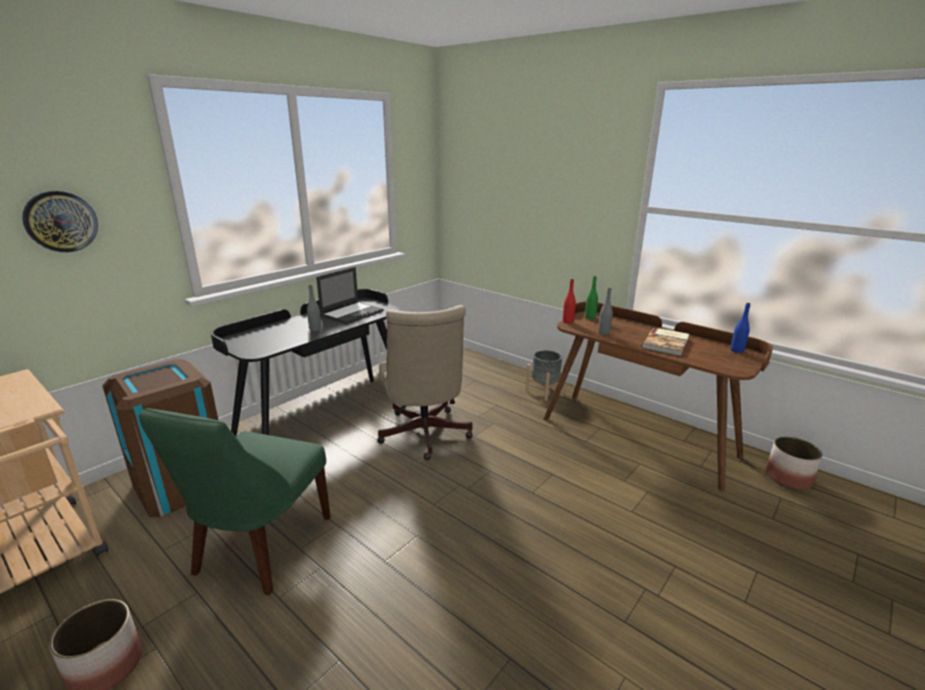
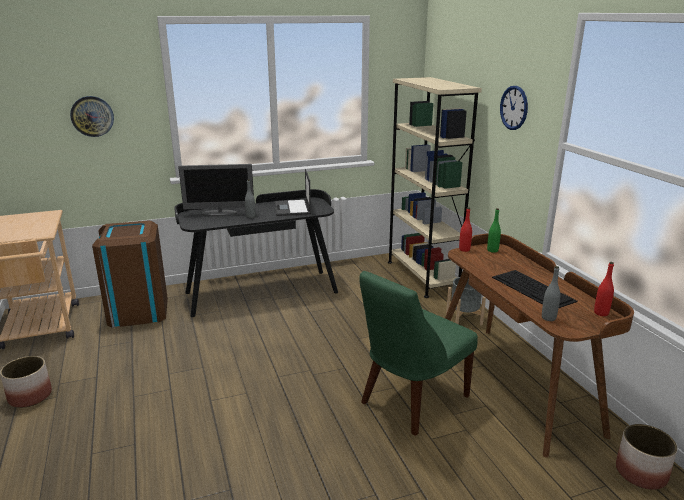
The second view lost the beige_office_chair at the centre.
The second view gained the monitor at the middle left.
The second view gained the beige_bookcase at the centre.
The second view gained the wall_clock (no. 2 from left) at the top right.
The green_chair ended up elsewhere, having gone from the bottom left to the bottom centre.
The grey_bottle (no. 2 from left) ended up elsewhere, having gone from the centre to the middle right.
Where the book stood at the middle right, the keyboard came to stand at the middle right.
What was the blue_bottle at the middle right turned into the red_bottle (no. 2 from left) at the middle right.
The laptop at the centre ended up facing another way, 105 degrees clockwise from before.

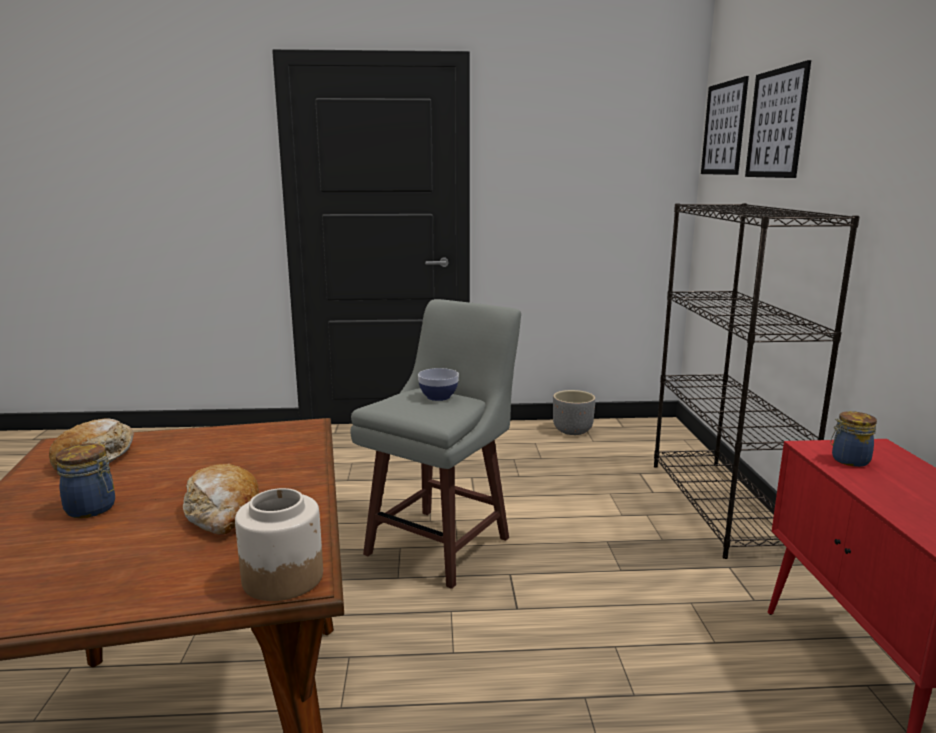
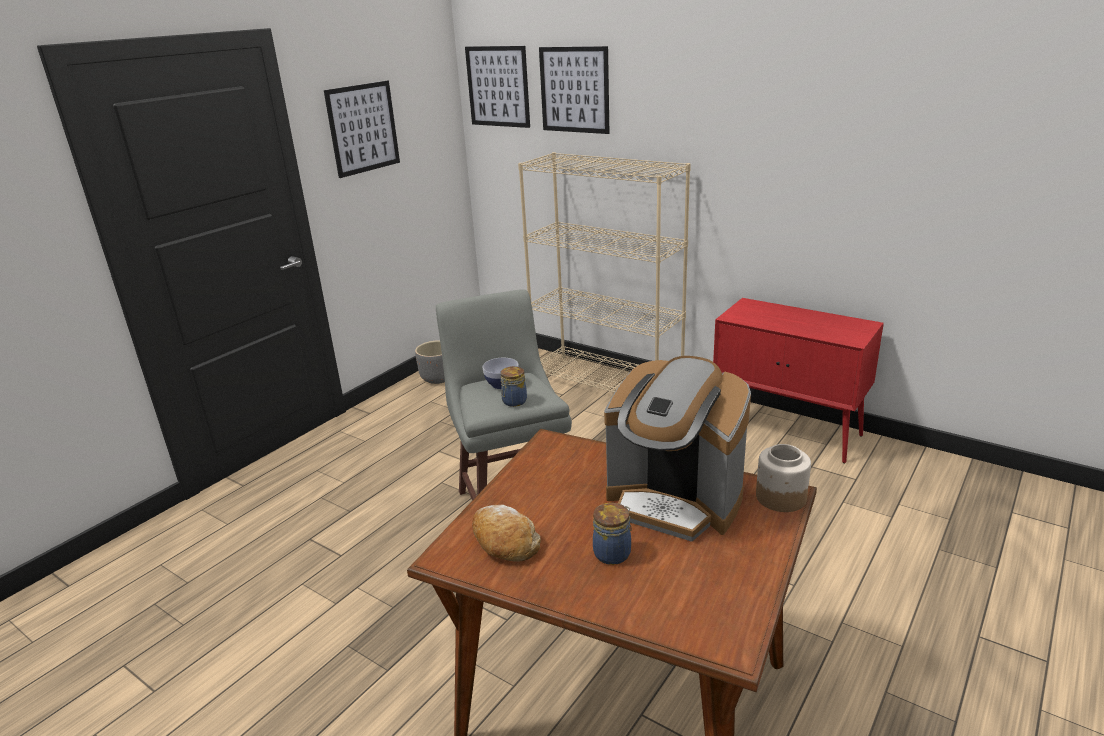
The second view gained the picture (no. 1 from left) at the top left.
The jar (no. 3 from left in the first image) ended up elsewhere, having gone from the middle right to the centre.
Where the bread (no. 2 from left) stood at the bottom left, the coffee_machine came to stand at the centre.
What was the black_bookcase at the middle right turned into the beige_bookcase at the centre.

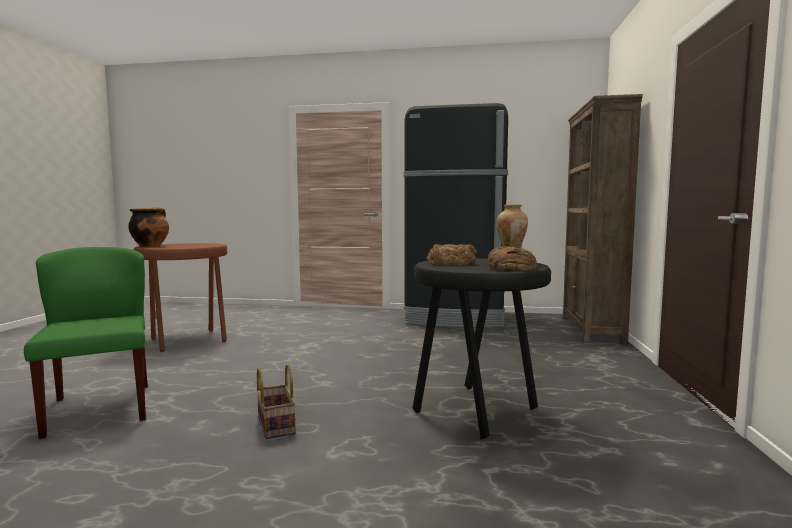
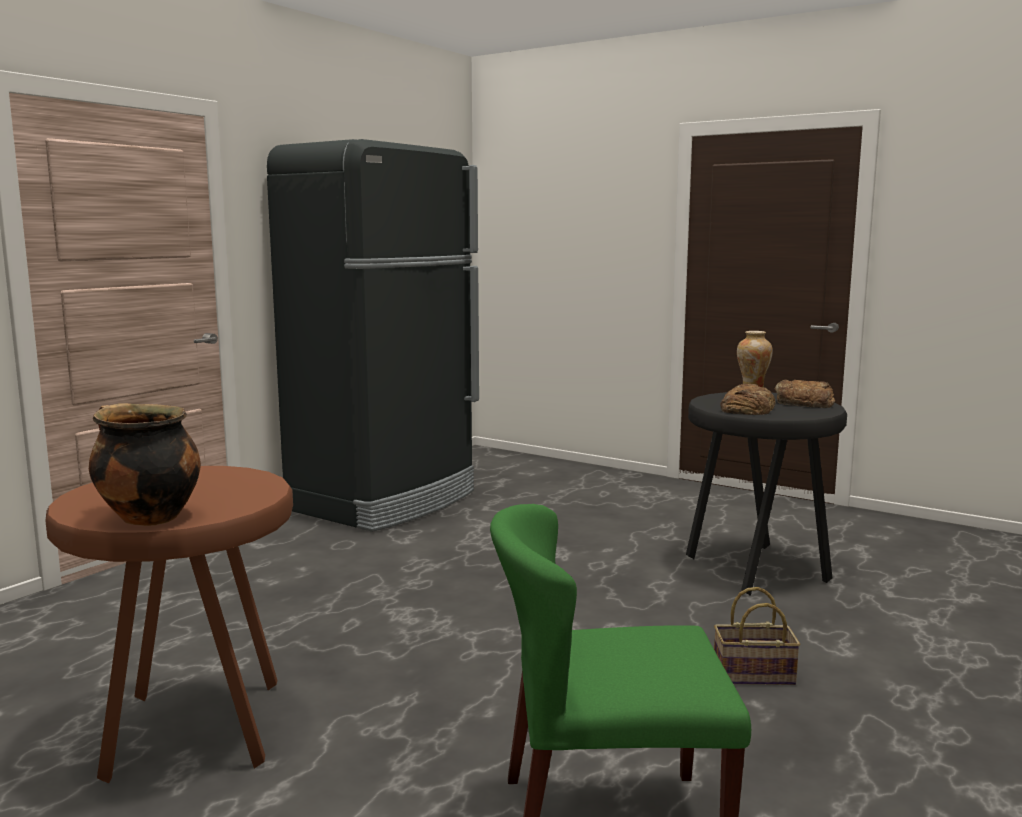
The second view lost the brown_bookcase at the middle right.

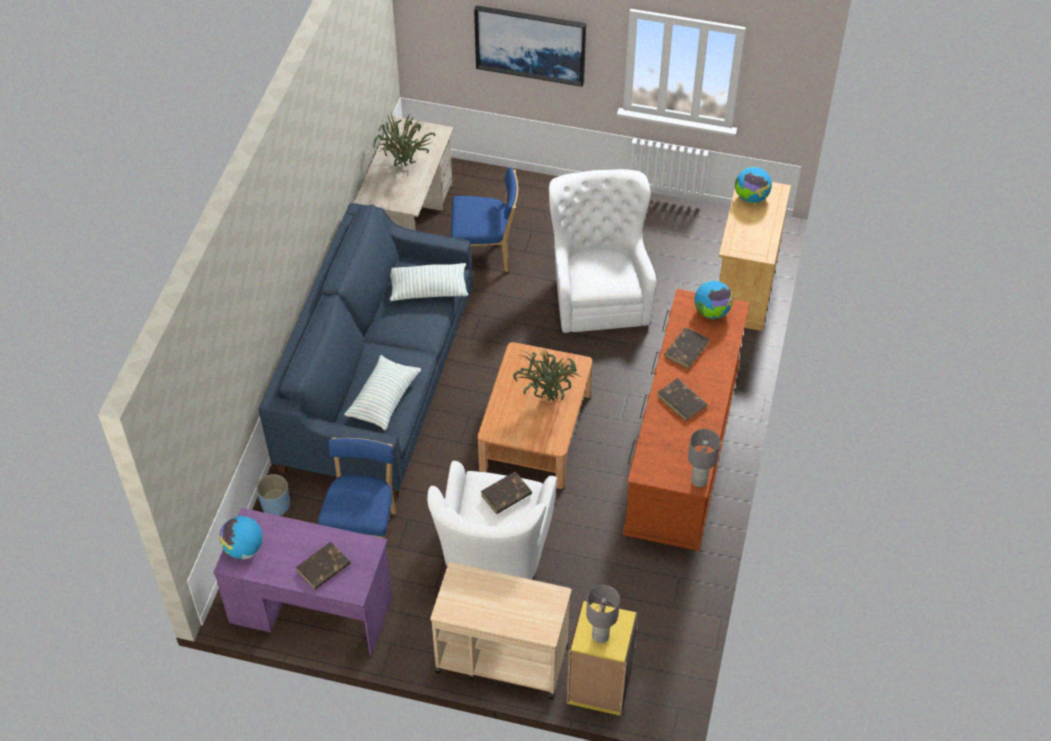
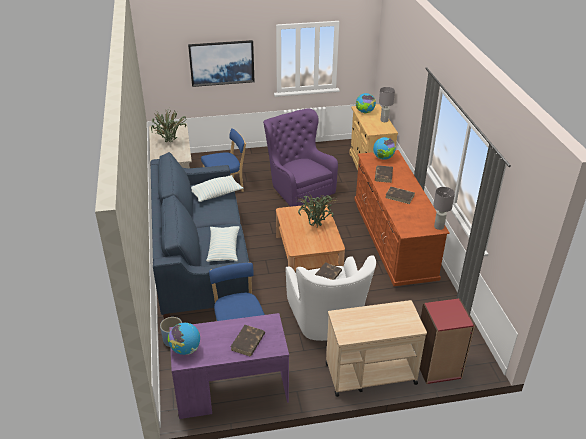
The grey_table_lamp (no. 1 from left) ended up elsewhere, having gone from the bottom centre to the top centre.
What was the white_armchair (no. 2 from left) at the centre turned into the purple_armchair at the centre.
What was the yellow_bookcase at the bottom centre turned into the red_bookcase at the bottom right.

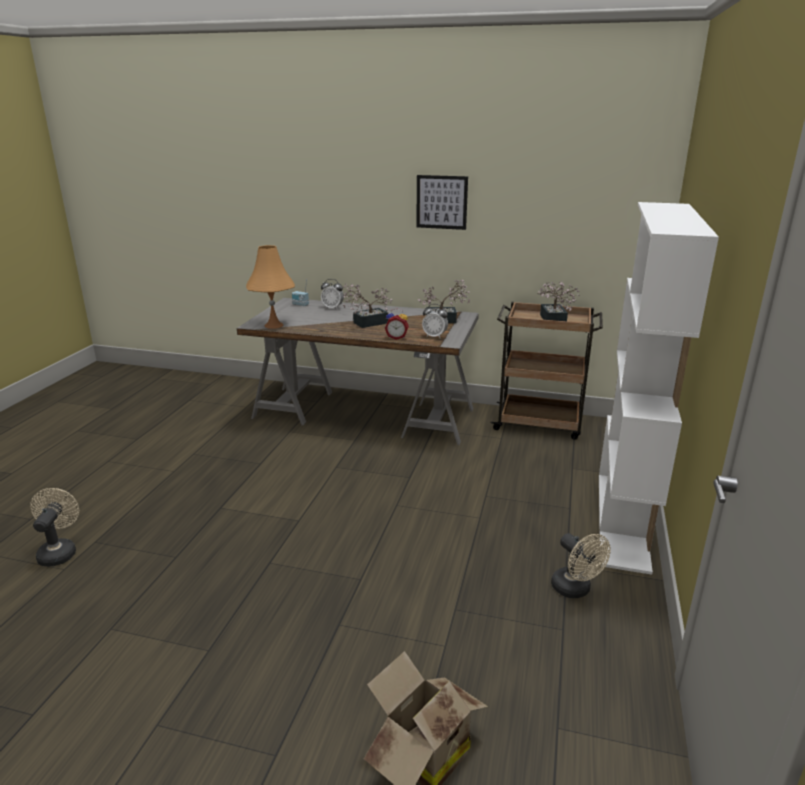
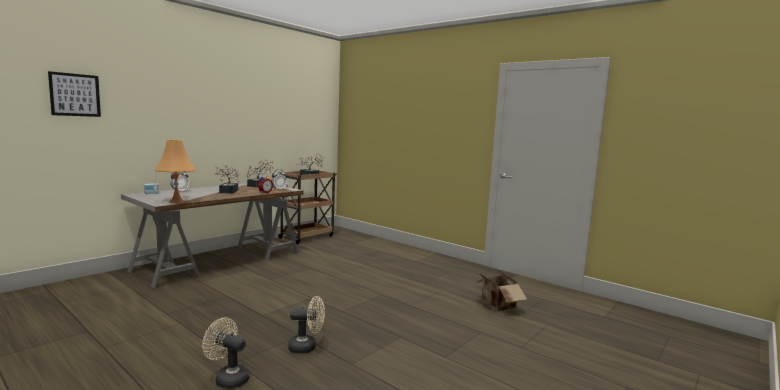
The second view lost the white_bookcase at the middle right.
The picture ended up elsewhere, having gone from the top centre to the top left.
The beige_fan (no. 2 from left) ended up elsewhere, having gone from the bottom right to the bottom centre.

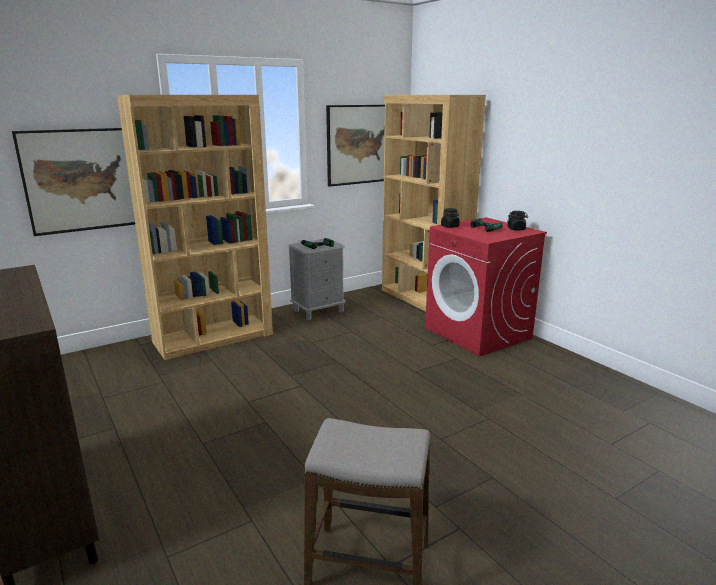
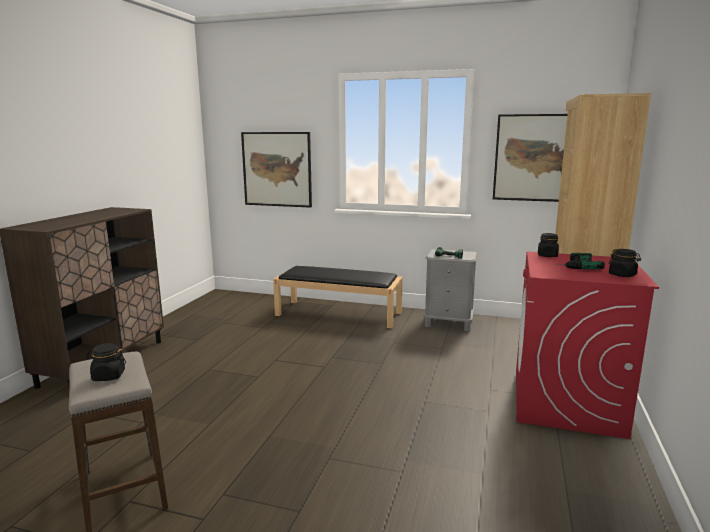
The second view gained the black_jar (no. 1 from left) at the bottom left.
Where the brown_bookcase (no. 1 from left) stood at the middle left, the black_bench came to stand at the centre.

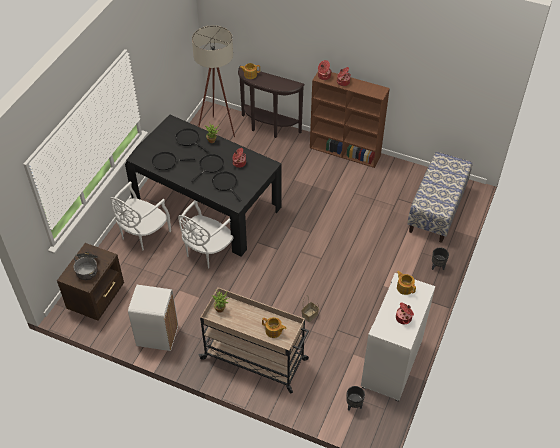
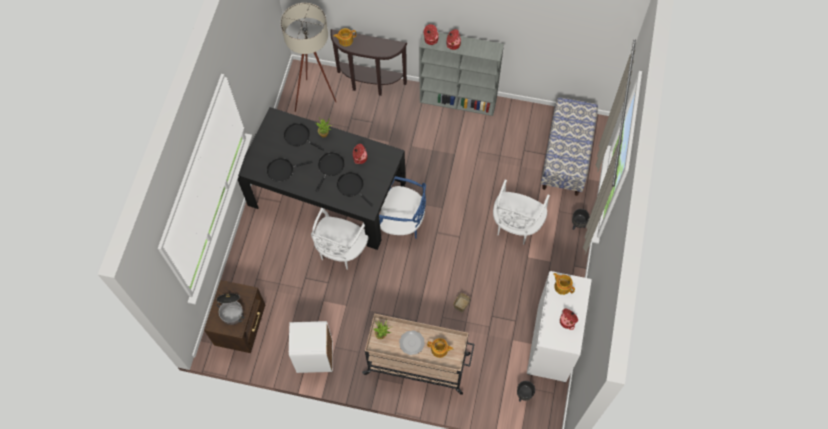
The second view gained the blue_chair at the centre.
The second view gained the plate at the bottom centre.
The white_chair (no. 1 from left in the first image) ended up elsewhere, having gone from the middle left to the centre.
What was the brown_bookcase at the top centre turned into the grey_bookcase at the top centre.

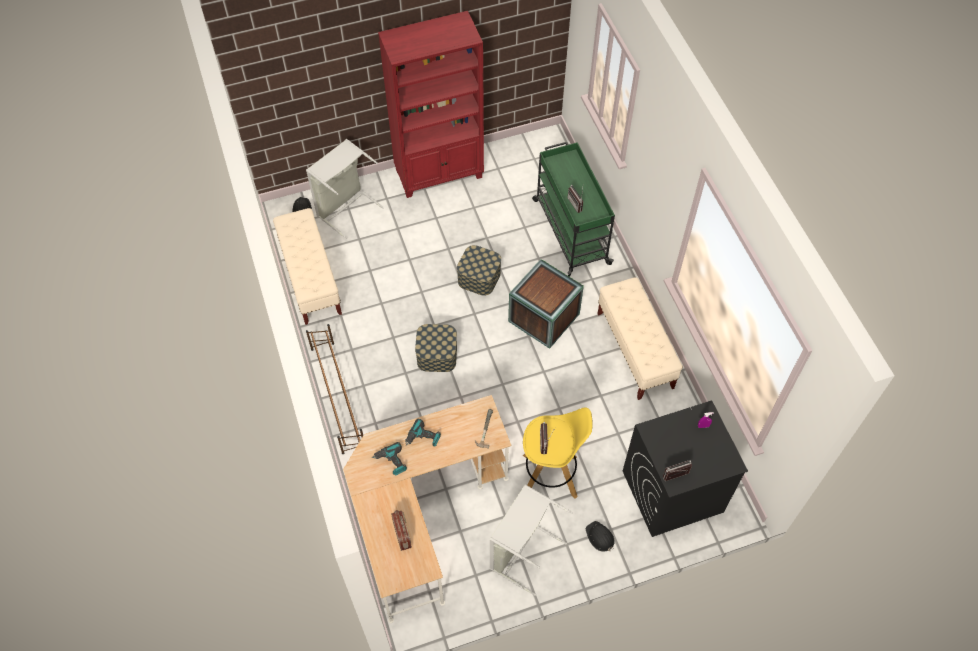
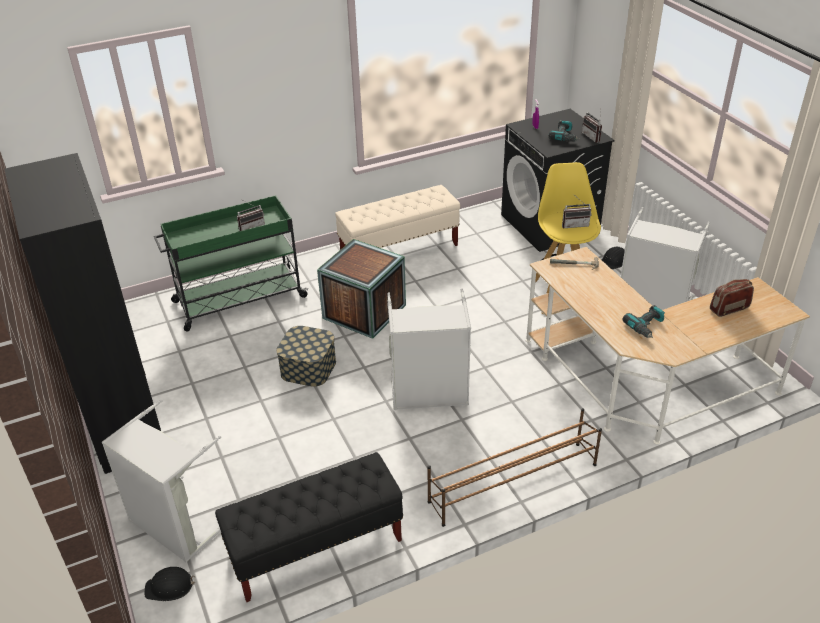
The power_drill (no. 2 from left in the first image) ended up elsewhere, having gone from the centre to the top right.
Where the storage_box (no. 1 from left) stood at the centre, the grey_laundry_basket (no. 2 from left) came to stand at the centre.
What was the beige_bench (no. 1 from left) at the middle left turned into the black_bench at the bottom centre.
What was the red_bookcase at the top centre turned into the black_bookcase at the middle left.

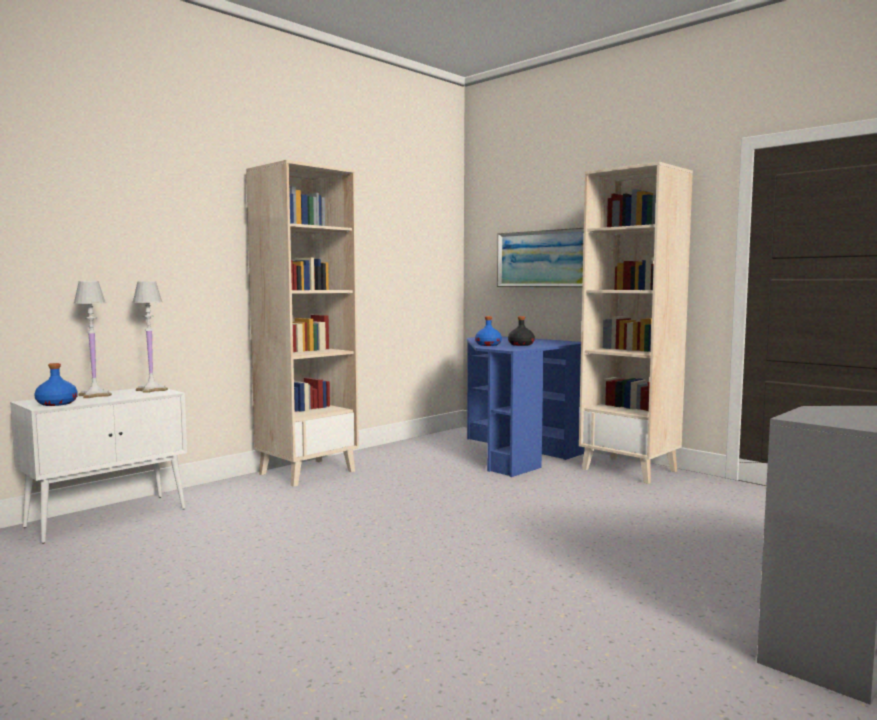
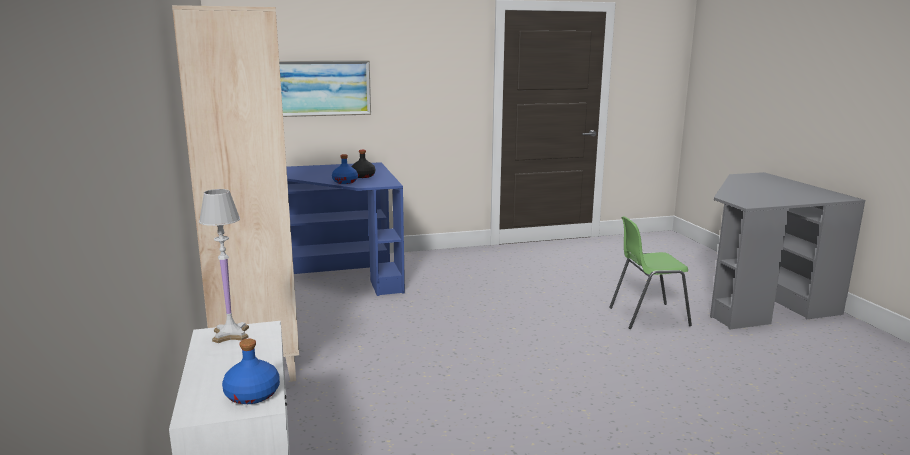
The second view lost the white_table_lamp (no. 1 from left) at the middle left.
The second view lost the beige_bookcase (no. 2 from left) at the middle right.
The second view gained the green_chair at the middle right.

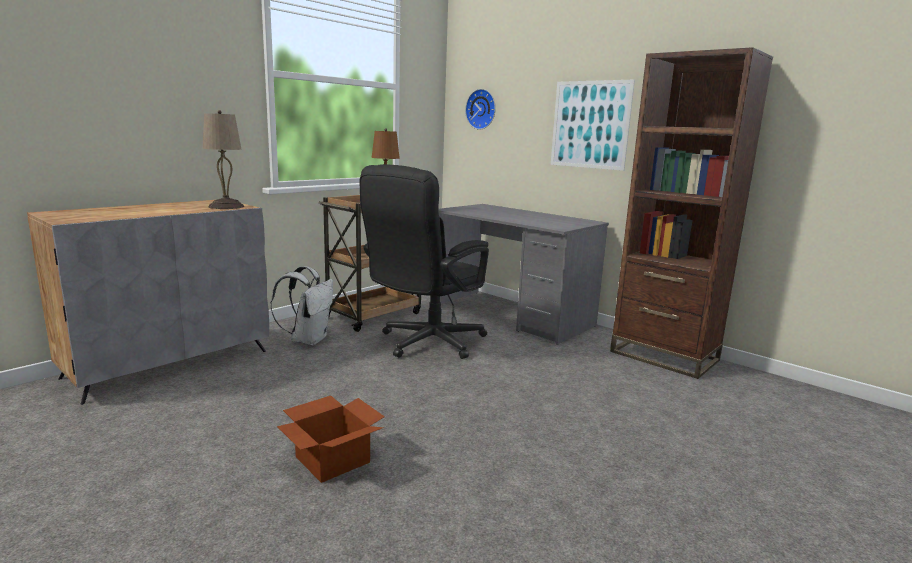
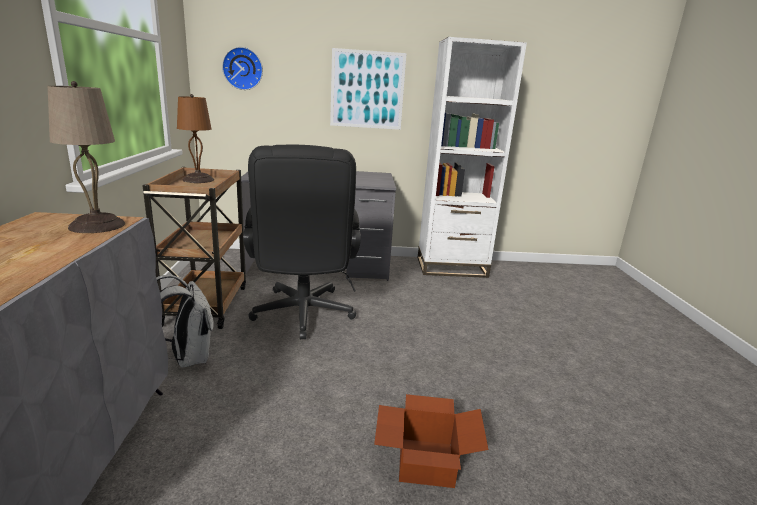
What was the brown_bookcase at the middle right turned into the white_bookcase at the top centre.

